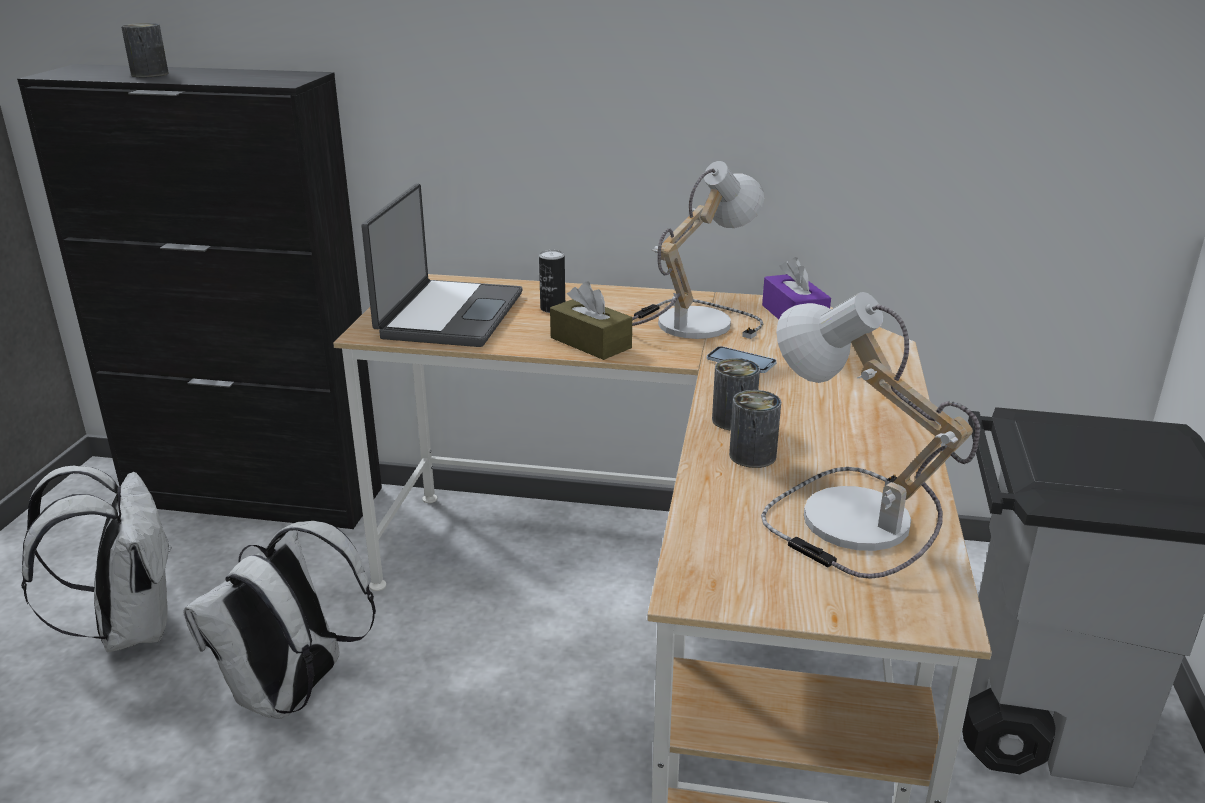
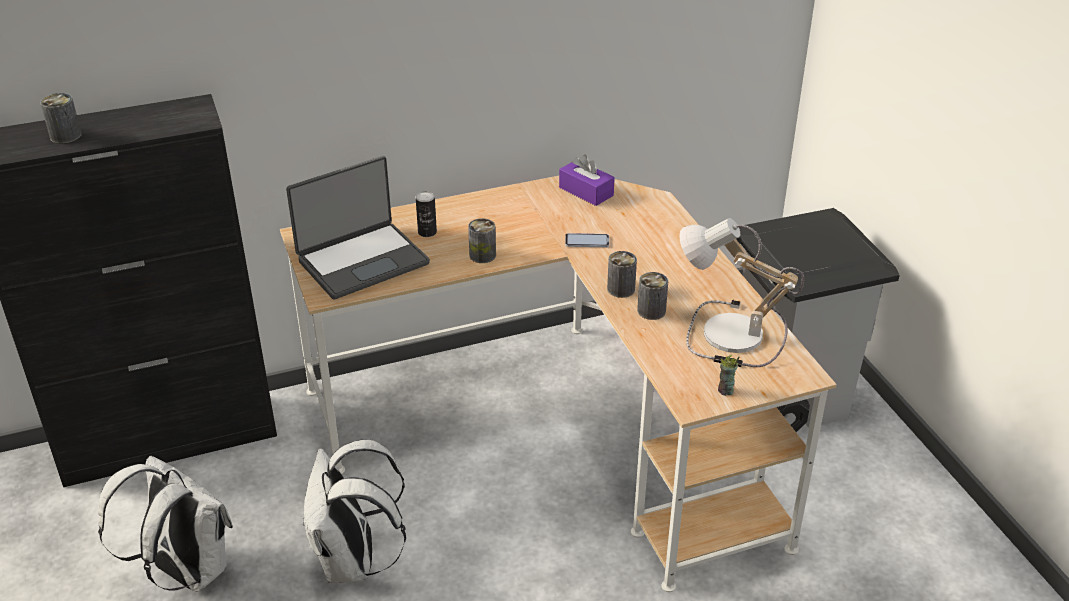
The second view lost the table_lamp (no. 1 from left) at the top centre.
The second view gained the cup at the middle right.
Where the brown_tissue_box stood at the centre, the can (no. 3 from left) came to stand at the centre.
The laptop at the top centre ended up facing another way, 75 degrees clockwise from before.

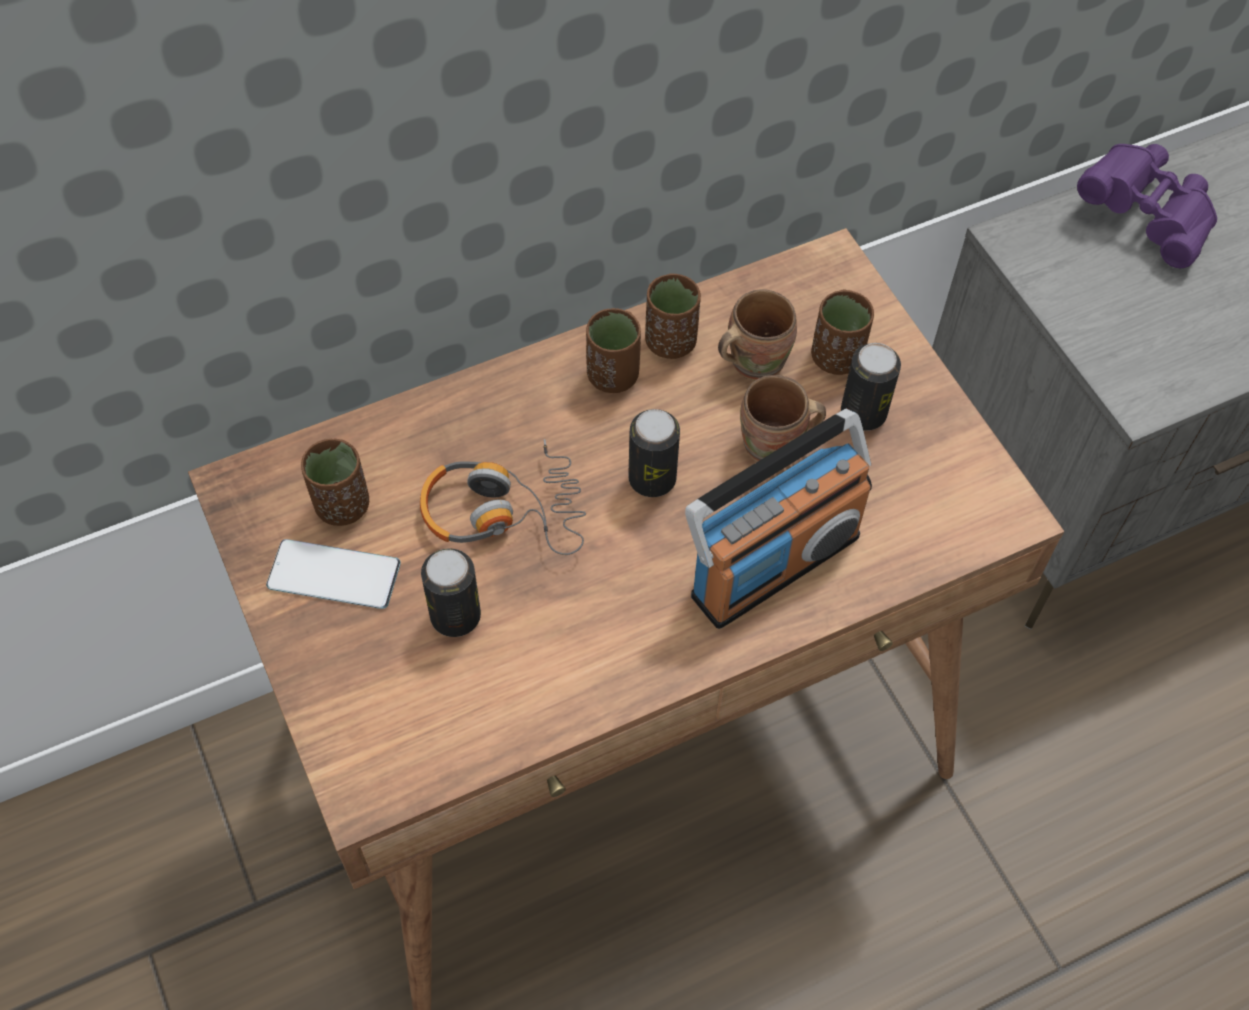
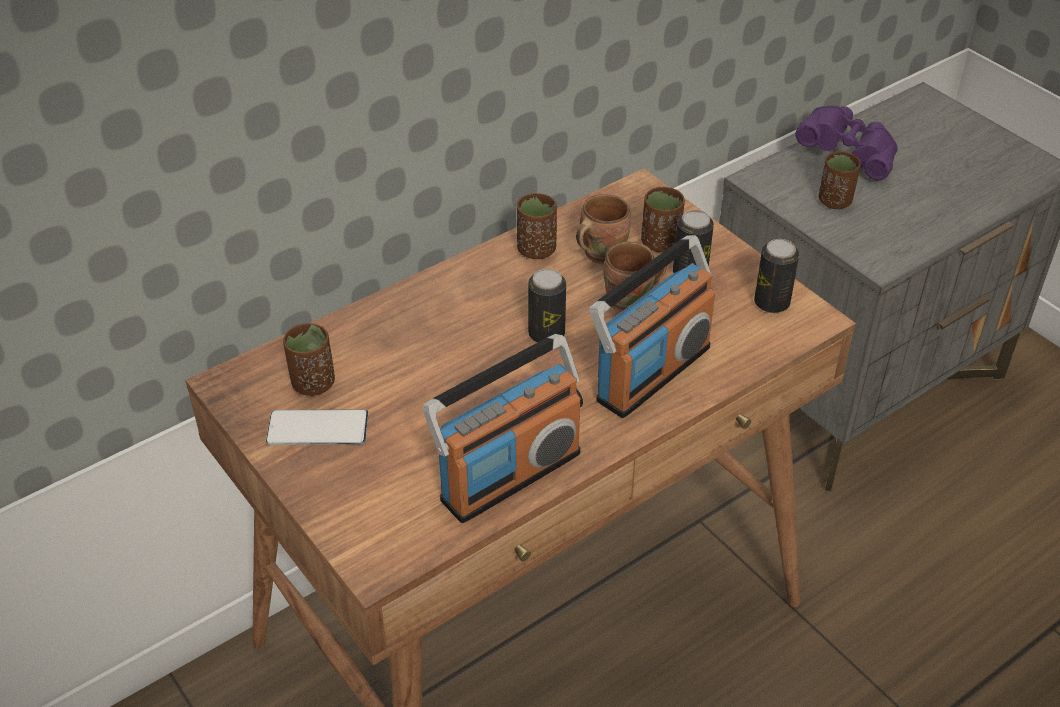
The second view lost the headphones at the centre.
The second view gained the radio (no. 1 from left) at the centre.
The can (no. 1 from left in the first image) ended up elsewhere, having gone from the centre to the middle right.
The brown_cup (no. 2 from left in the first image) ended up elsewhere, having gone from the centre to the top right.

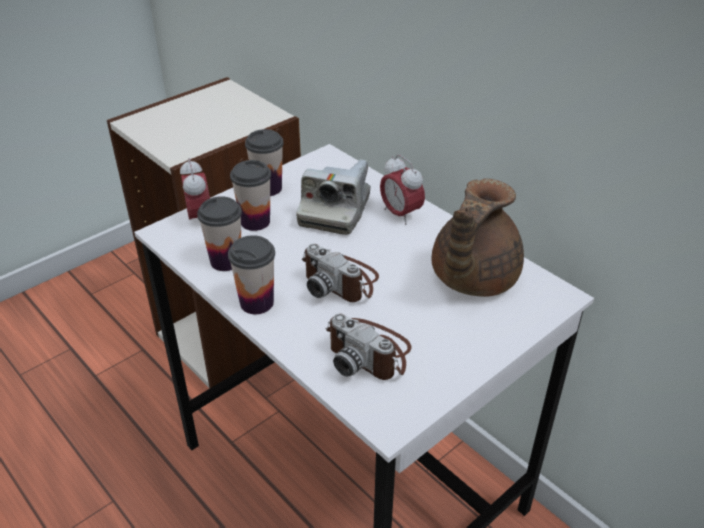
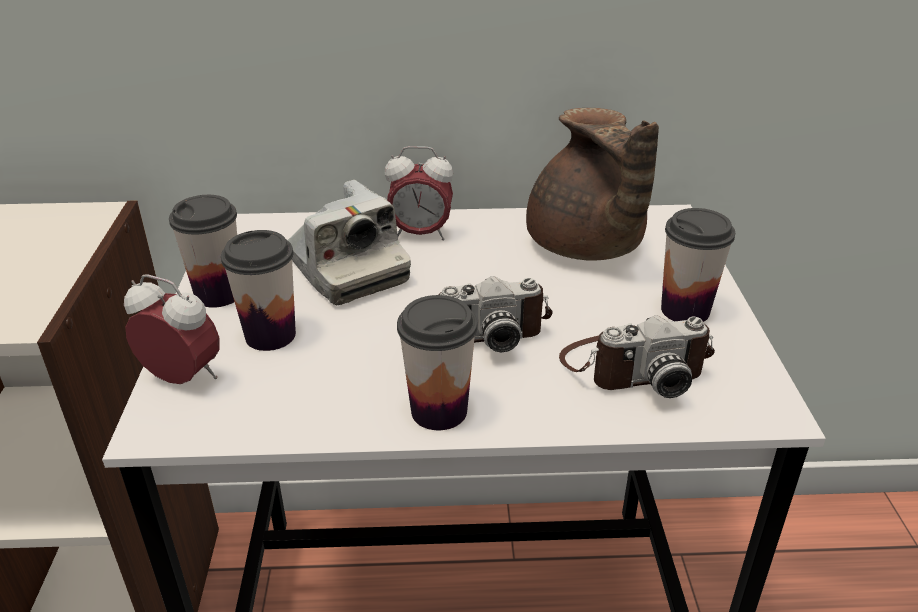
The cup (no. 1 from left in the first image) ended up elsewhere, having gone from the middle left to the middle right.

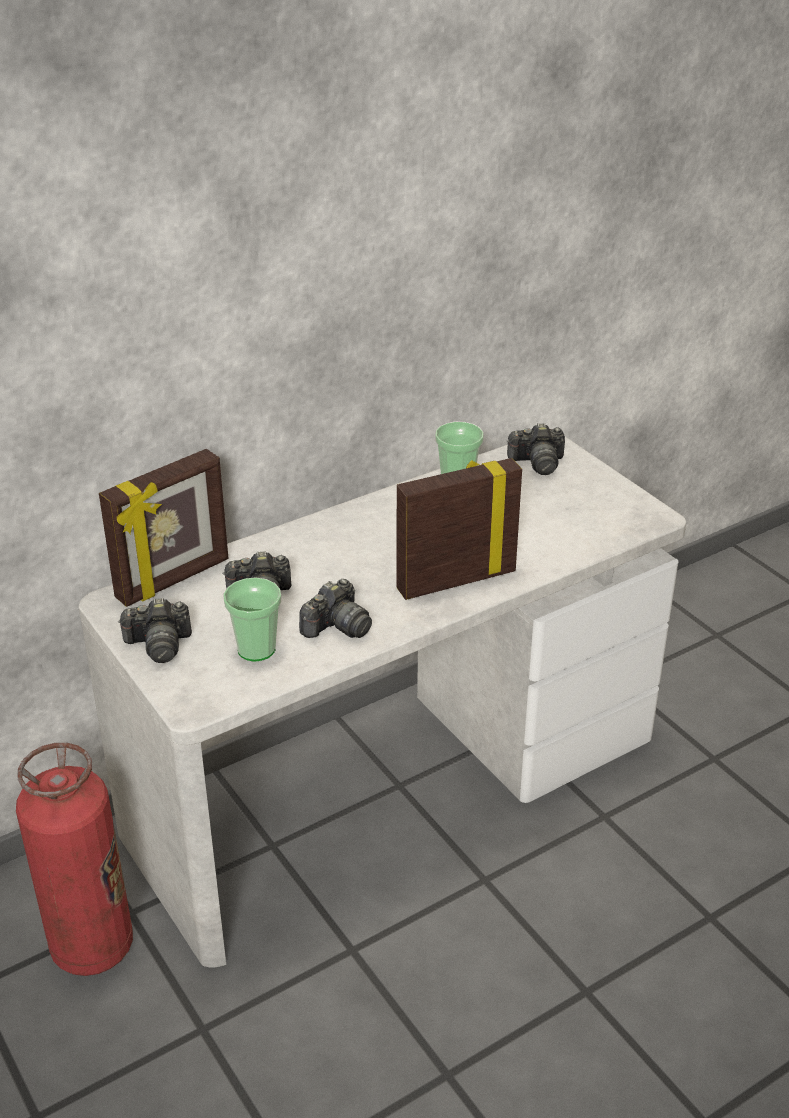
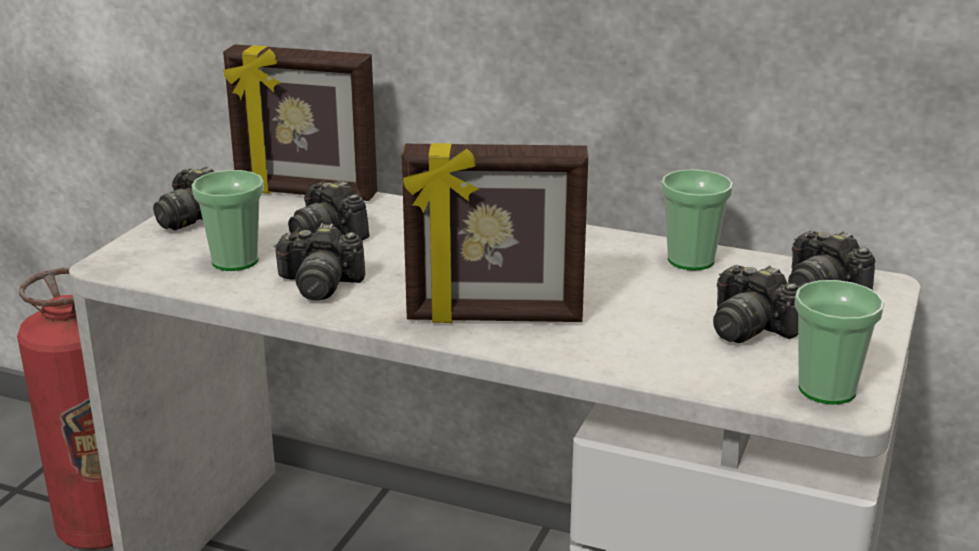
The second view gained the photo_camera (no. 4 from left) at the middle right.
The second view gained the cup (no. 3 from left) at the middle right.
The picture_frame (no. 2 from left) at the centre ended up facing another way, 150 degrees clockwise from before.

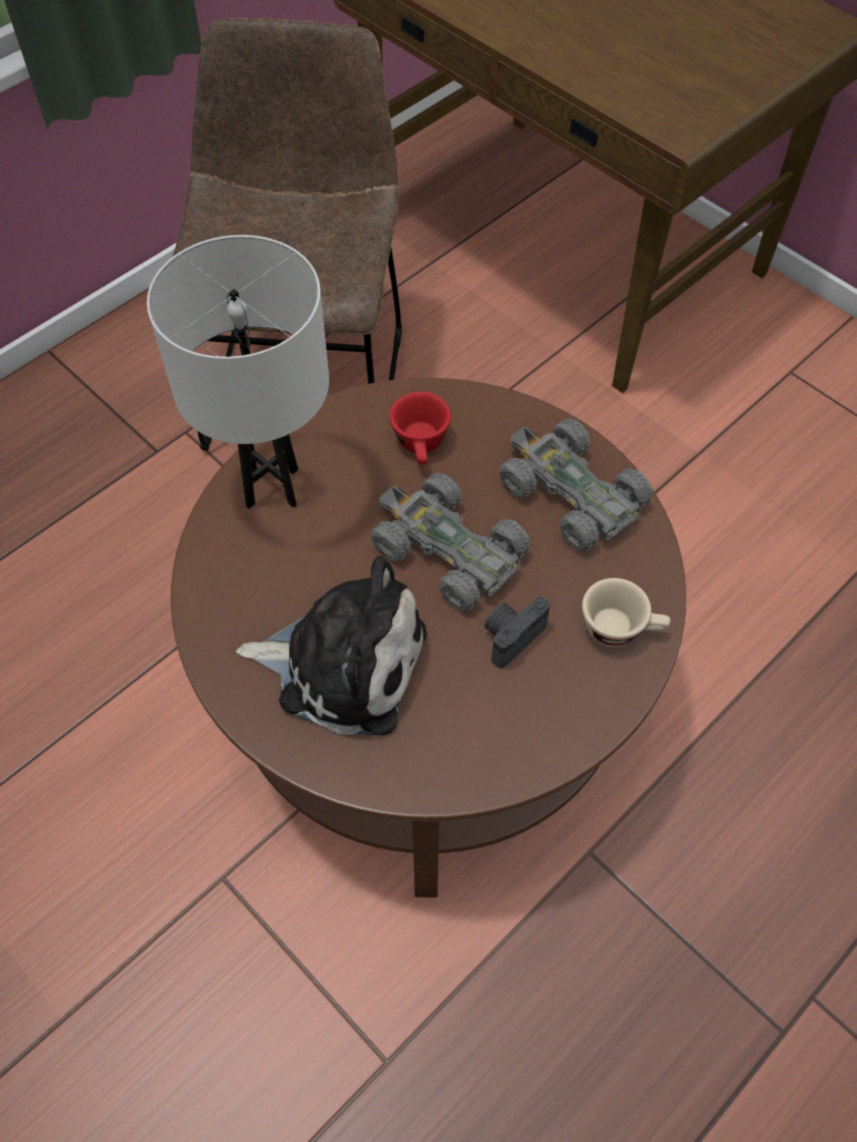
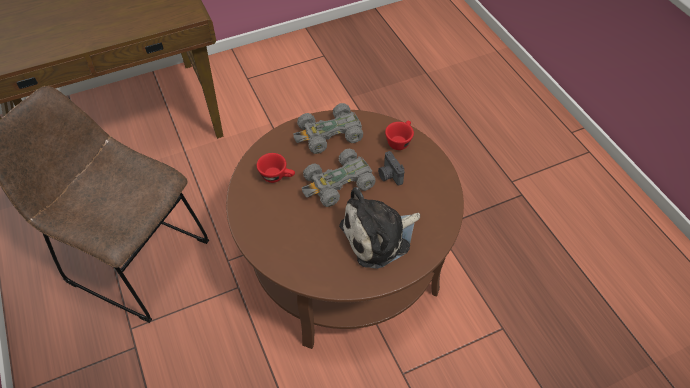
The second view lost the white_table_lamp at the top left.
What was the beige_cup at the middle right turned into the red_cup (no. 2 from left) at the centre.
The plush_toy at the centre ended up facing another way, 150 degrees counterclockwise from before.

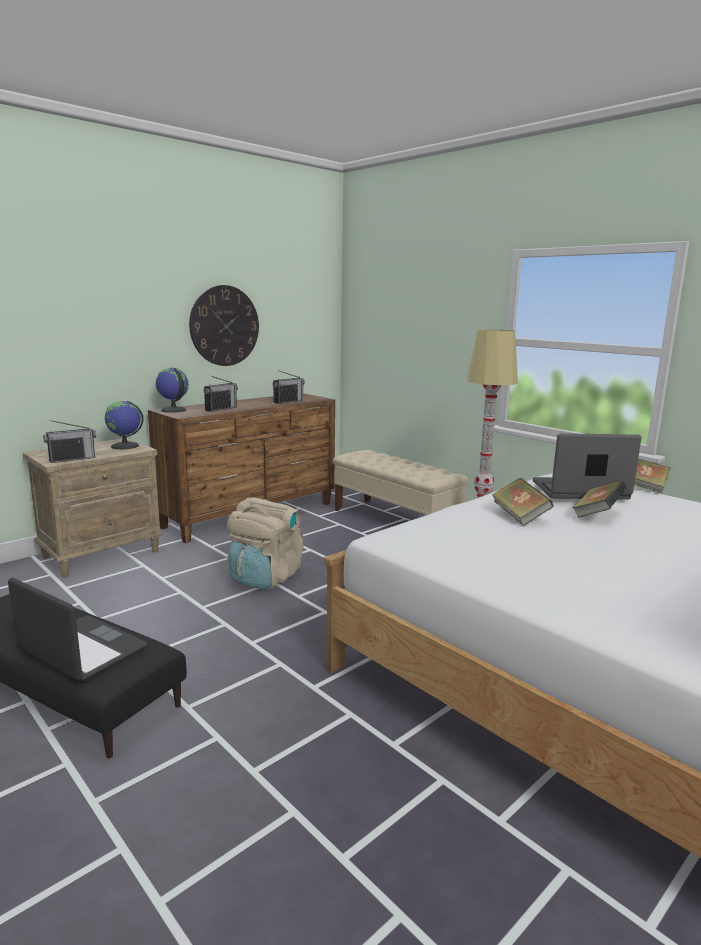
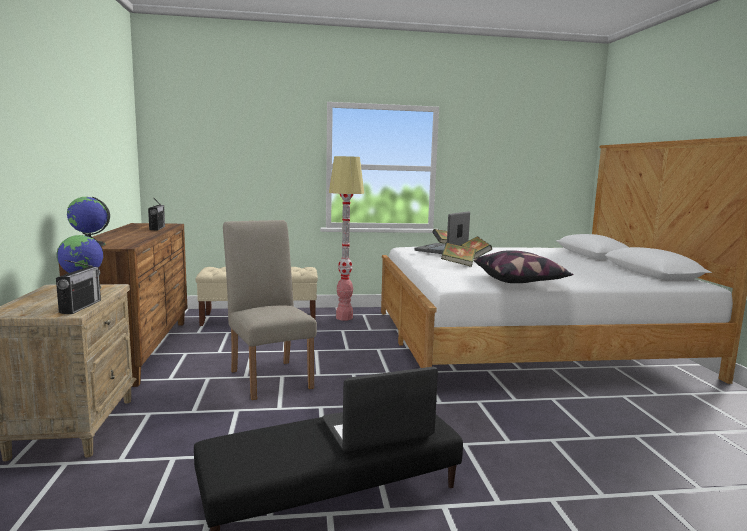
The second view lost the wall_clock at the middle left.
The second view lost the radio (no. 2 from left) at the middle left.
The second view gained the pillow at the middle right.
Where the beige_backpack stood at the centre, the beige_chair came to stand at the centre.

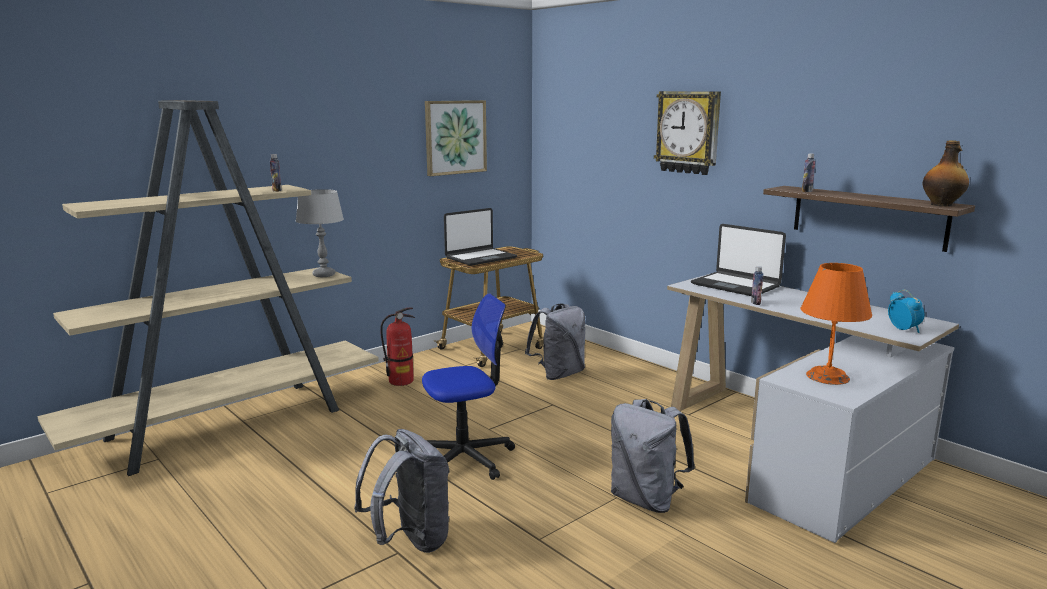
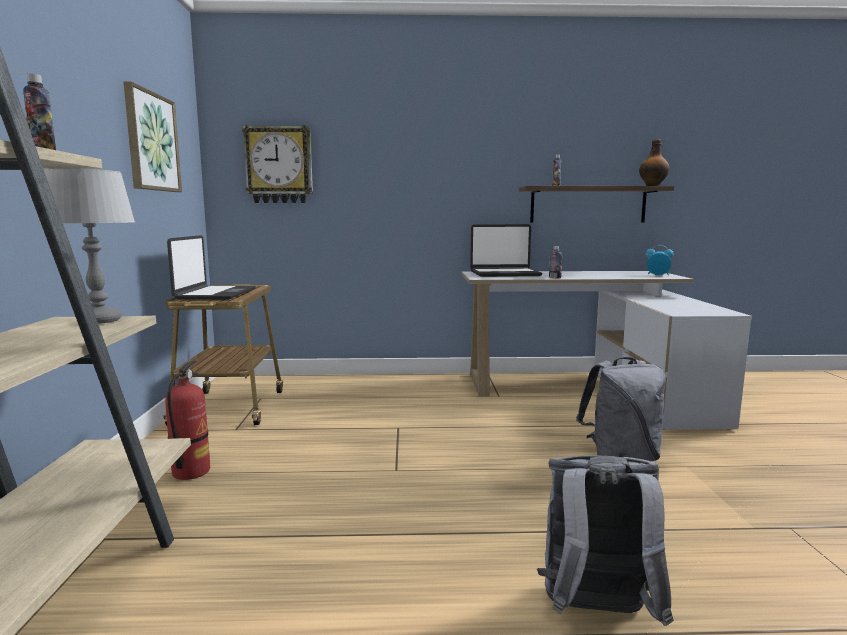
The second view lost the office_chair at the centre.
The second view lost the grey_backpack (no. 2 from left) at the centre.
The second view lost the orange_table_lamp at the middle right.
The wall_clock ended up elsewhere, having gone from the top centre to the top left.

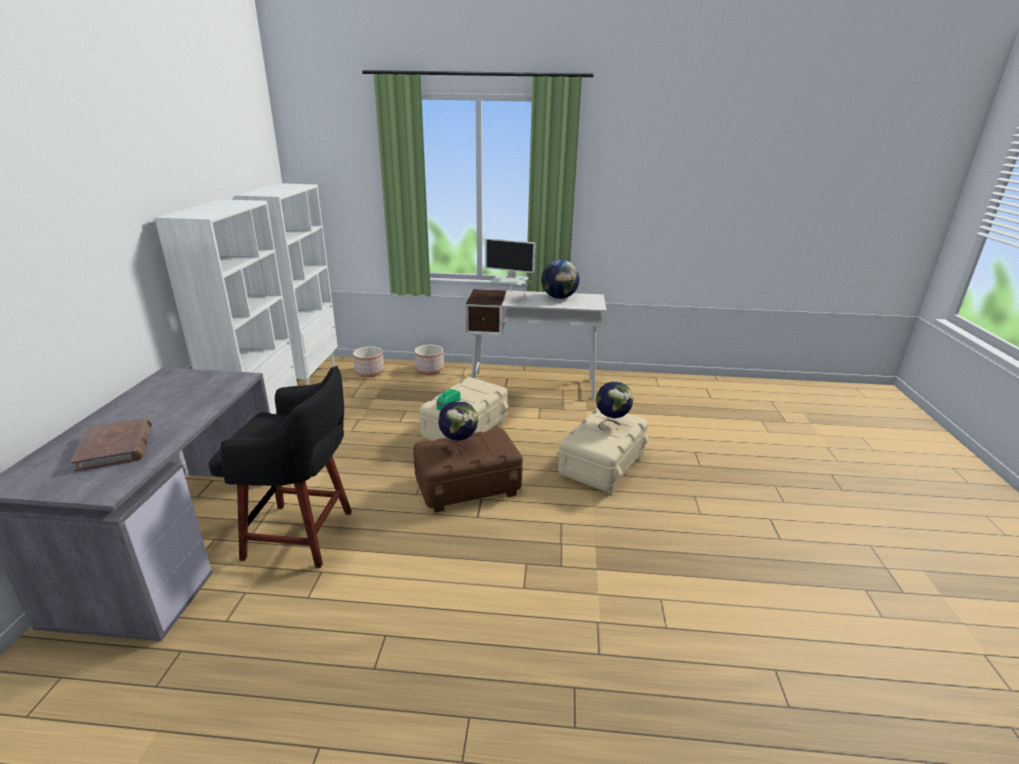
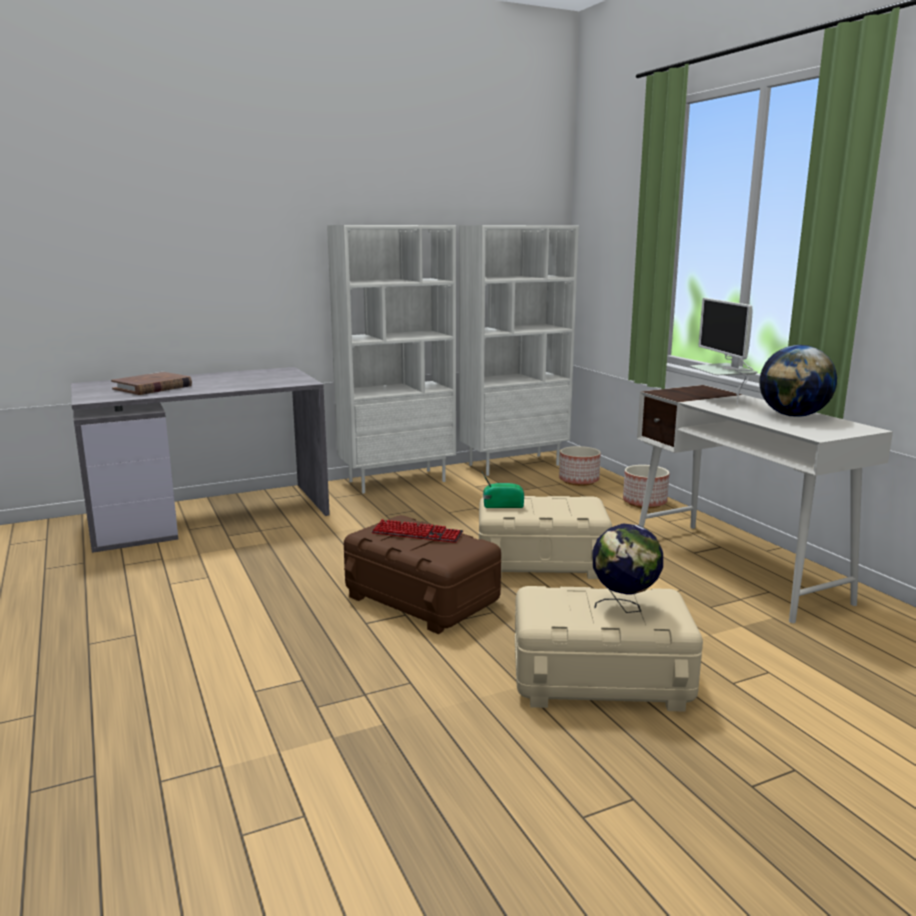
The second view lost the black_stool at the middle left.
Where the globe (no. 1 from left) stood at the centre, the keyboard came to stand at the centre.

